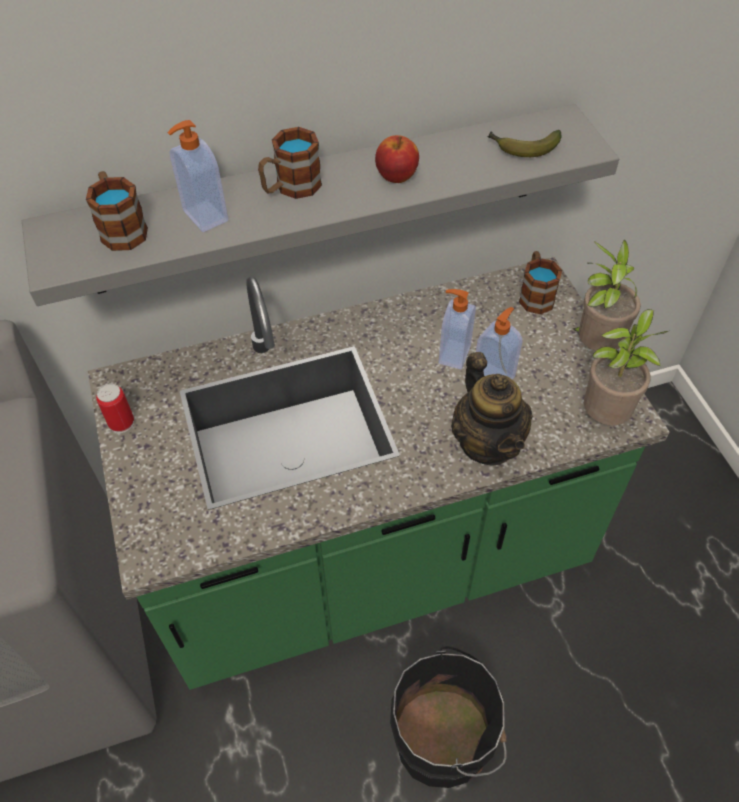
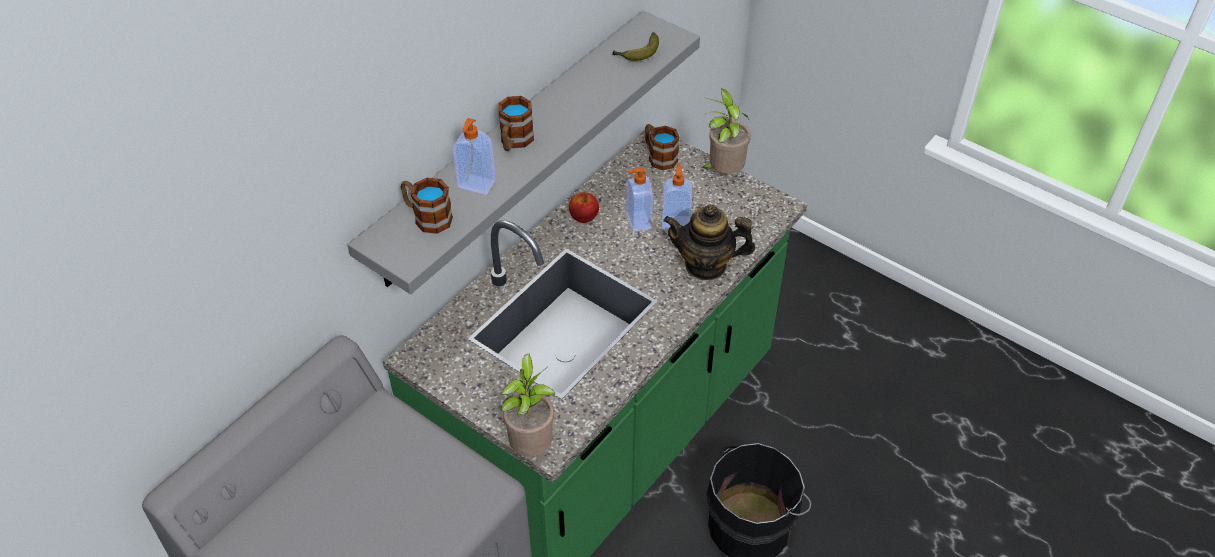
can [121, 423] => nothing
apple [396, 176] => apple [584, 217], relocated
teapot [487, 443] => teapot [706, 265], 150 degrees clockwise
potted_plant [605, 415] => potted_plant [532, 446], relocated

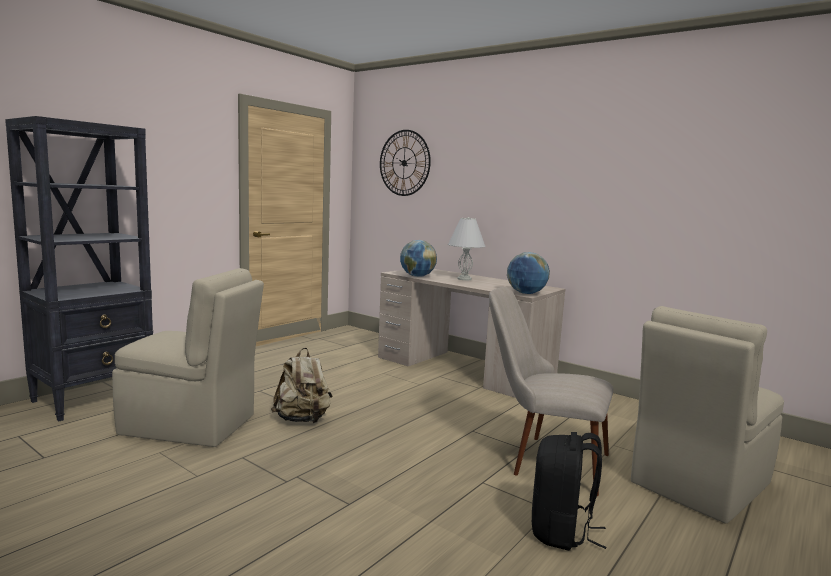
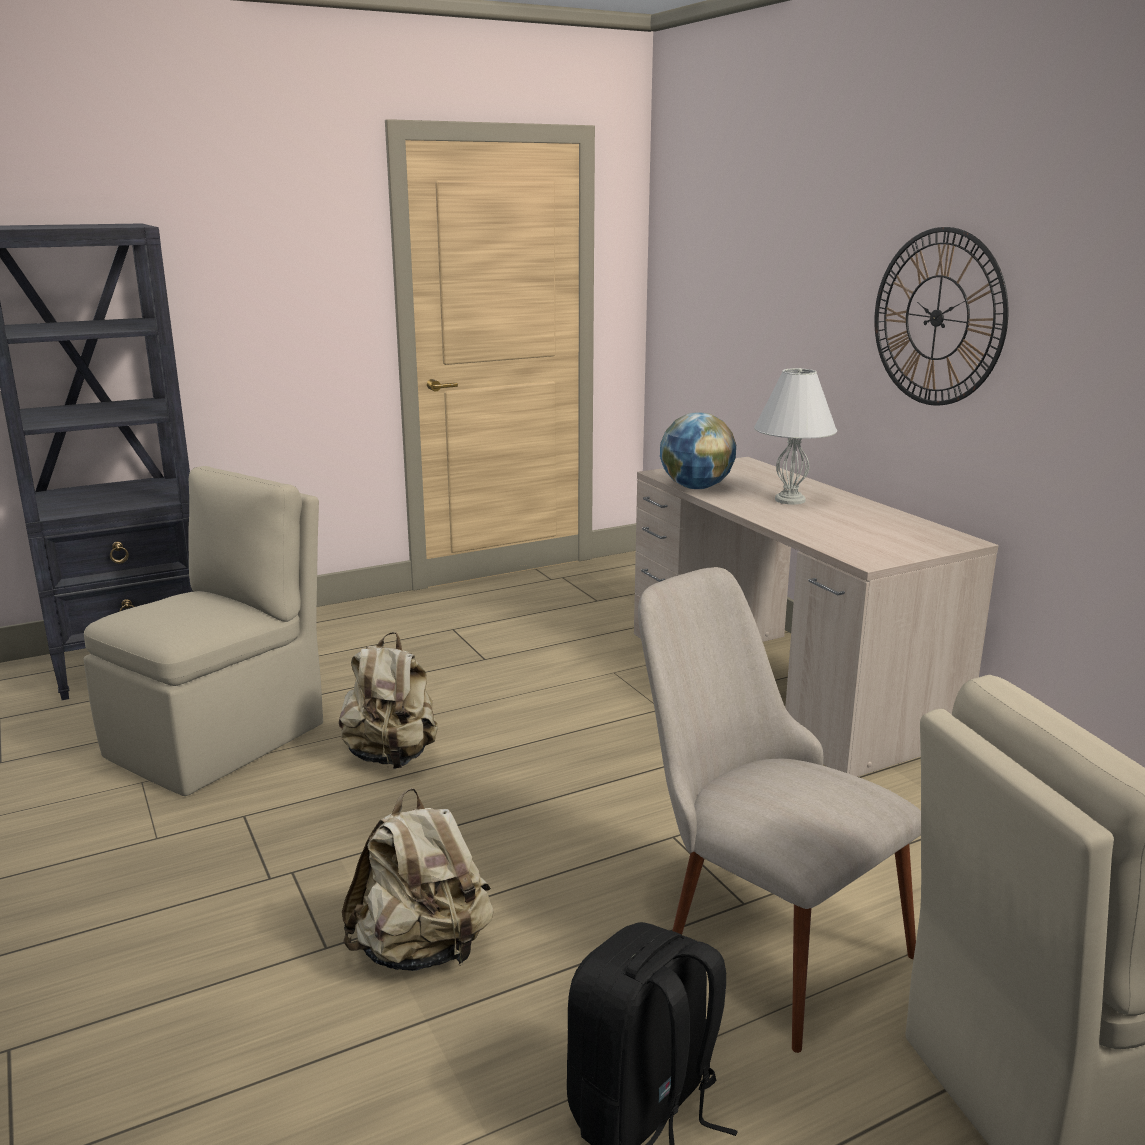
beige_chair [191, 425] => beige_chair [221, 738], 90 degrees counterclockwise
wall_clock [404, 163] => wall_clock [937, 318], relocated
globe [526, 293] => nothing
nothing => beige_backpack [422, 950]

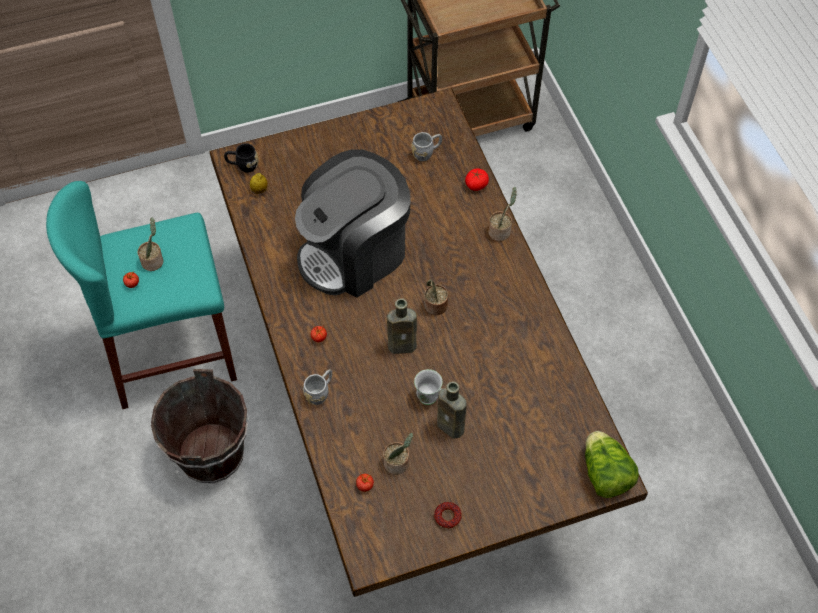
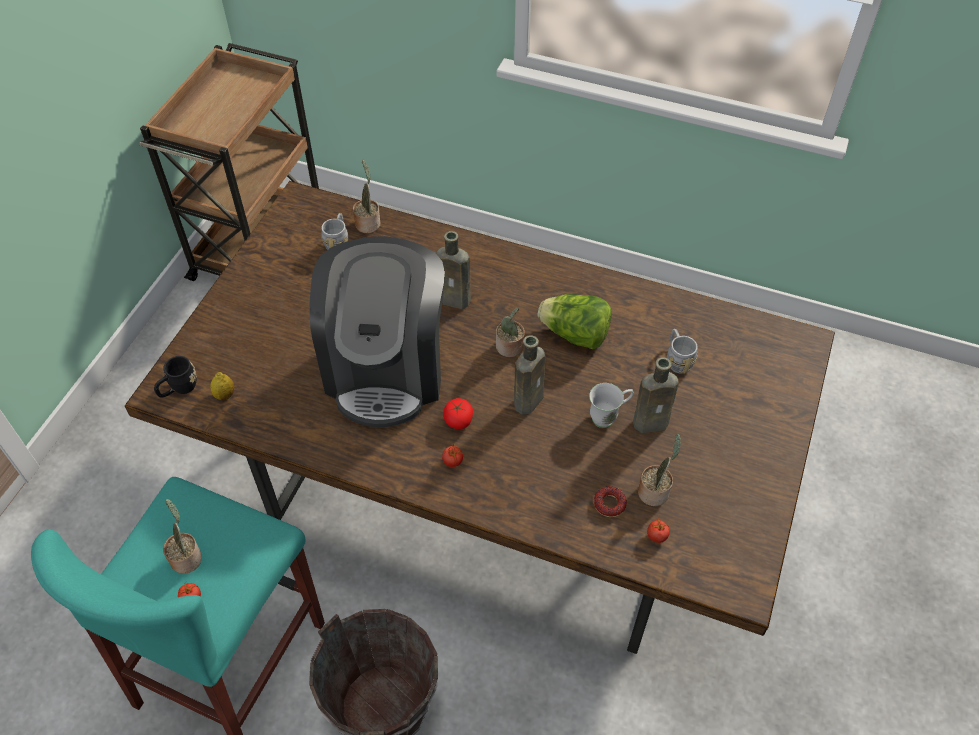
grey_mug [320, 392] => grey_mug [677, 359], relocated
donut [447, 516] => donut [609, 504], relocated
tomato [476, 185] => tomato [458, 420], relocated
potted_plant [500, 231] => potted_plant [368, 223], relocated
lettuce [604, 474] => lettuce [575, 335], relocated
nothing => brown_bottle [456, 300]

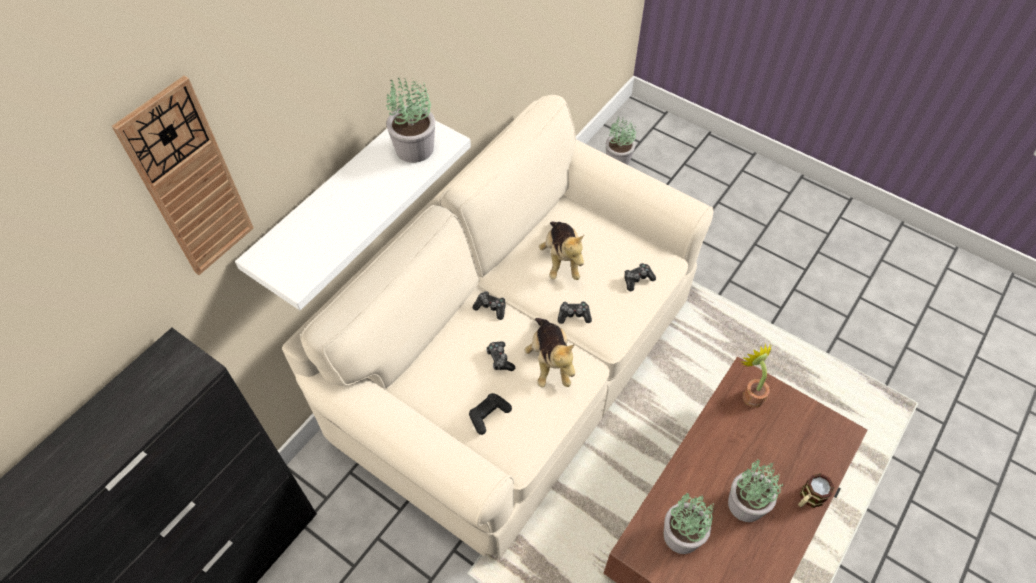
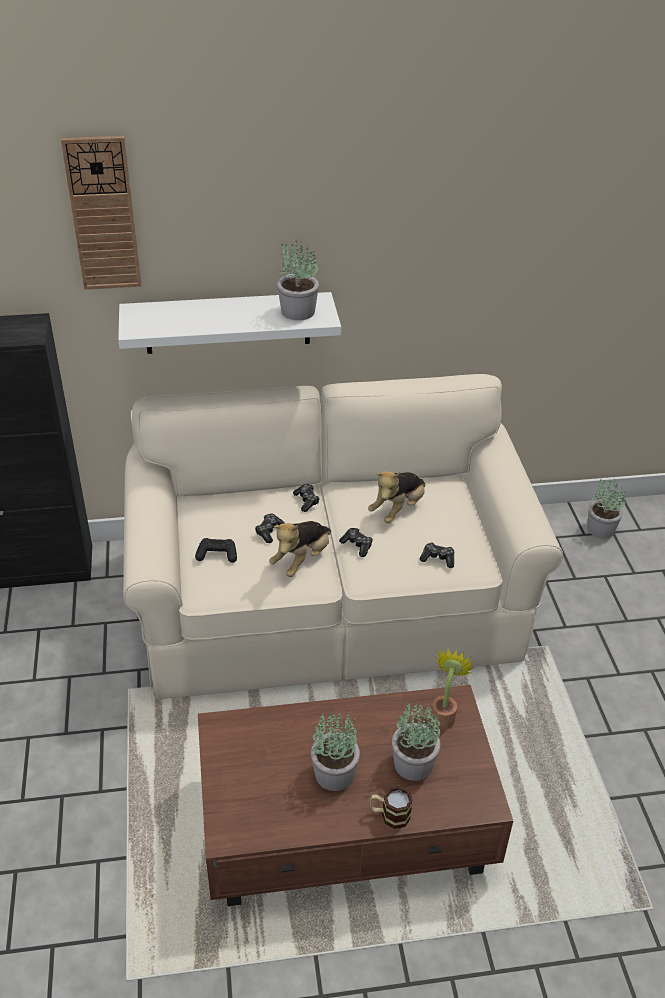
potted_plant [682, 536] => potted_plant [413, 765], relocated

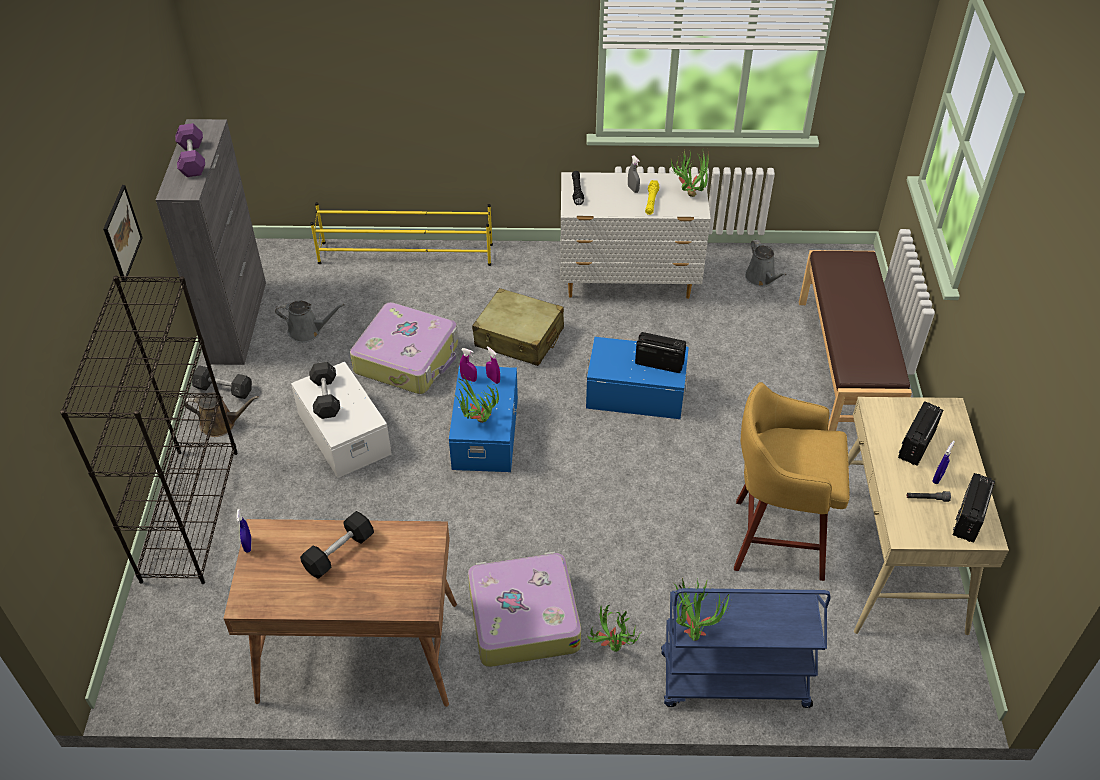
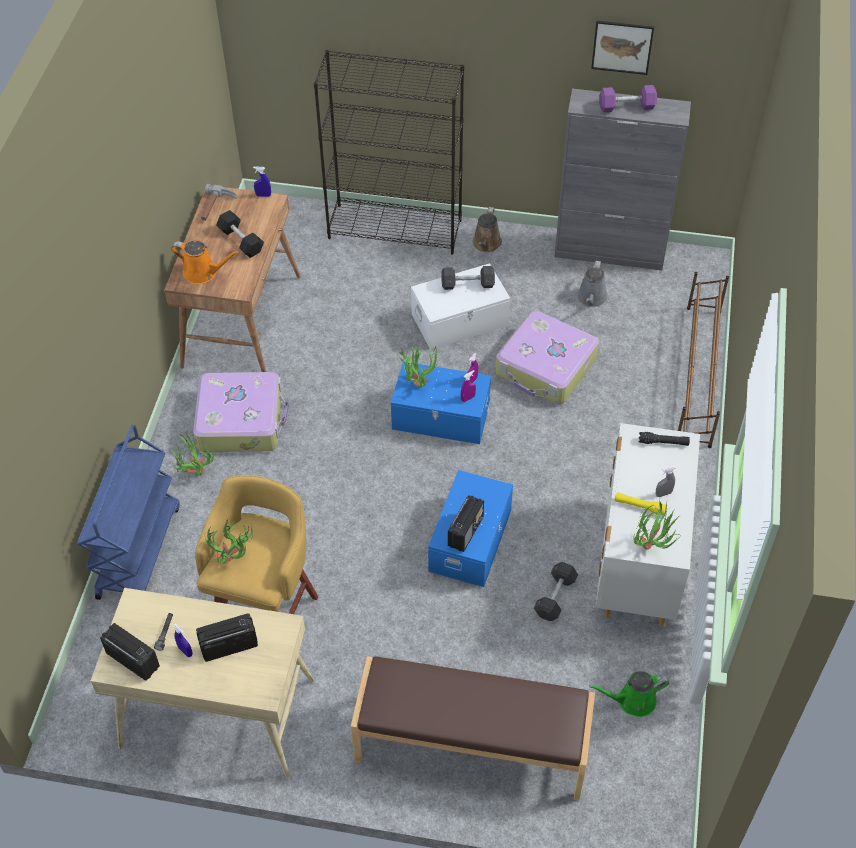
picture [122, 233] => picture [622, 47], relocated
grey_dumbbell [224, 389] => grey_dumbbell [555, 597], relocated
yellow_shoe_rack [406, 254] => brown_shoe_rack [698, 375]
beige_suitcase [519, 337] => nothing
potted_plant [693, 628] => potted_plant [234, 560], relocated
grey_watering_can [761, 278] => green_watering_can [632, 700]
radio [916, 445] => radio [228, 646], 60 degrees counterclockwise
nothing => orange_watering_can [203, 272]
nothing => hammer [217, 207]

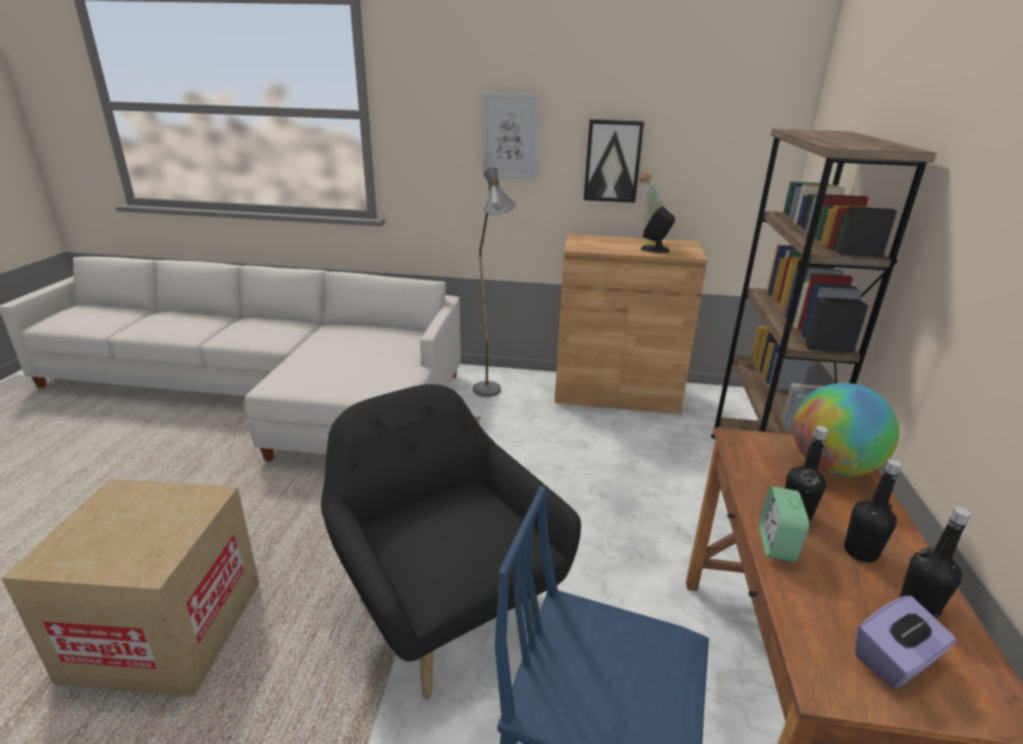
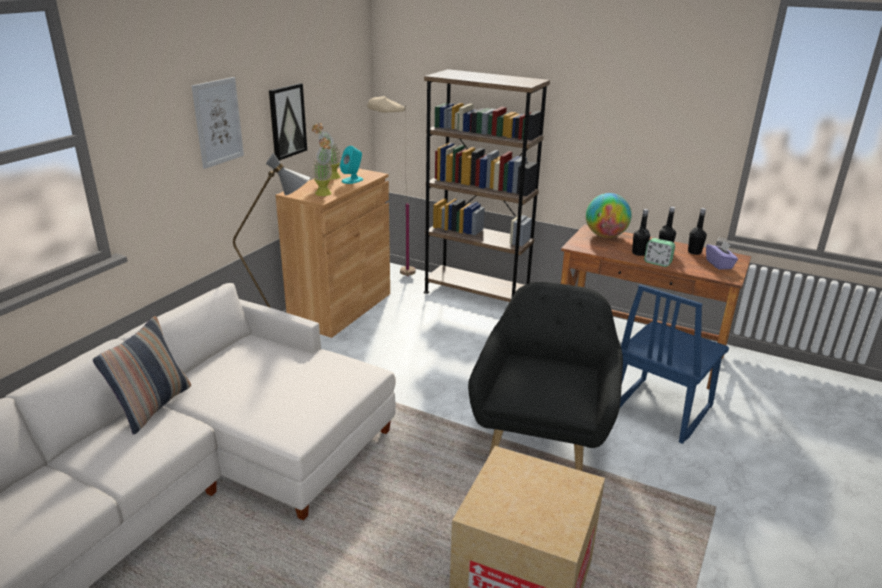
black_armchair [446, 605] => black_armchair [543, 436], 120 degrees clockwise
black_speaker [655, 249] => turquoise_speaker [352, 180]
nothing => pillow [153, 407]
nothing => potted_plant [325, 194]
nothing => beige_floor_lamp [394, 277]

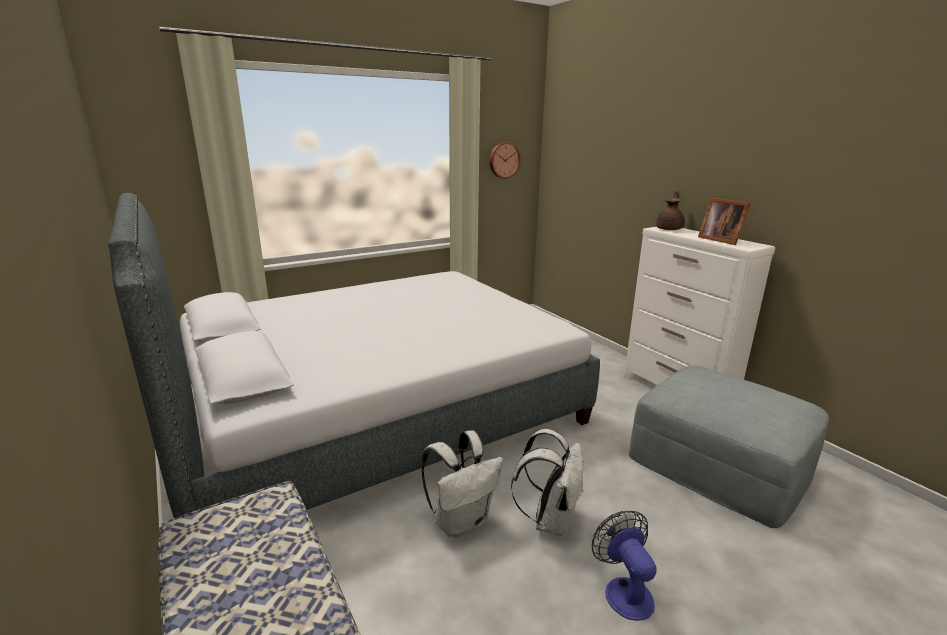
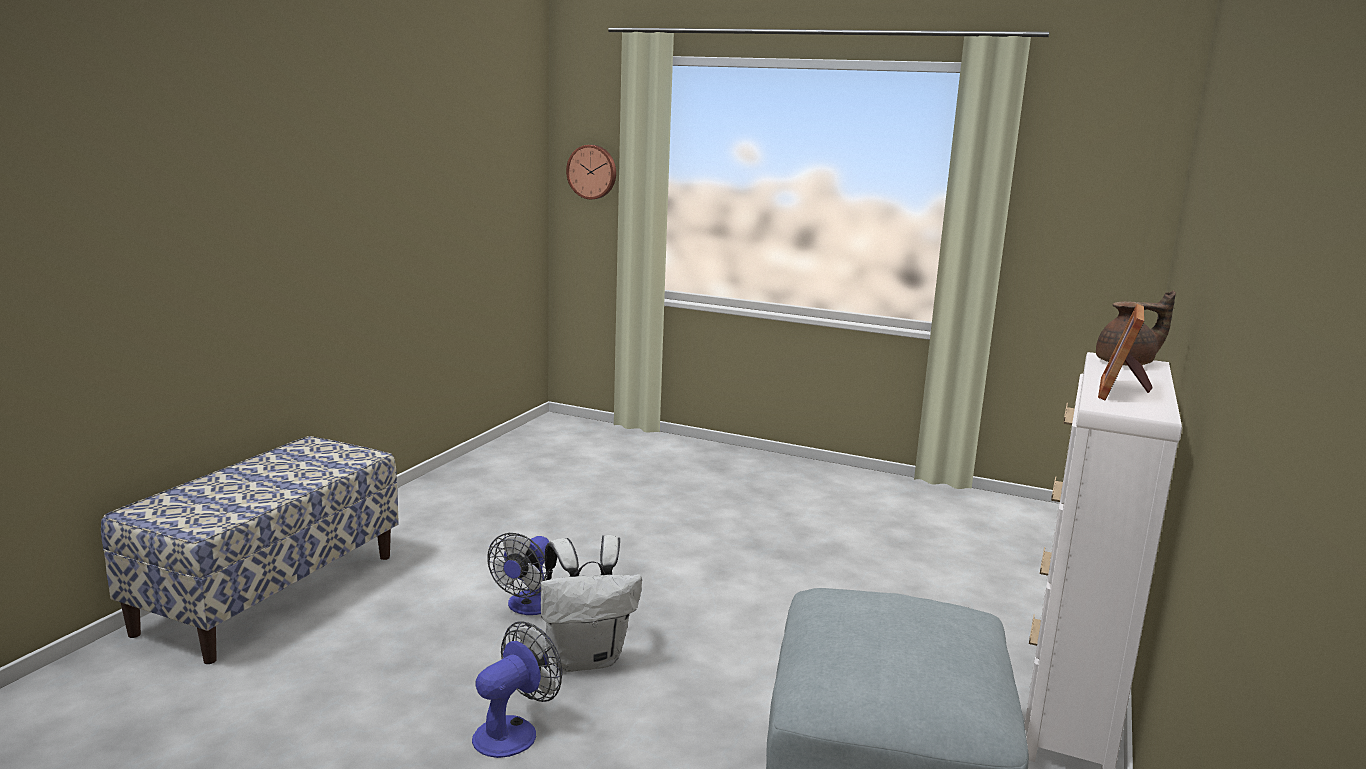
grey_bed [375, 414] => nothing
white_backpack [461, 521] => fan [528, 607]
wall_clock [503, 160] => wall_clock [592, 172], relocated

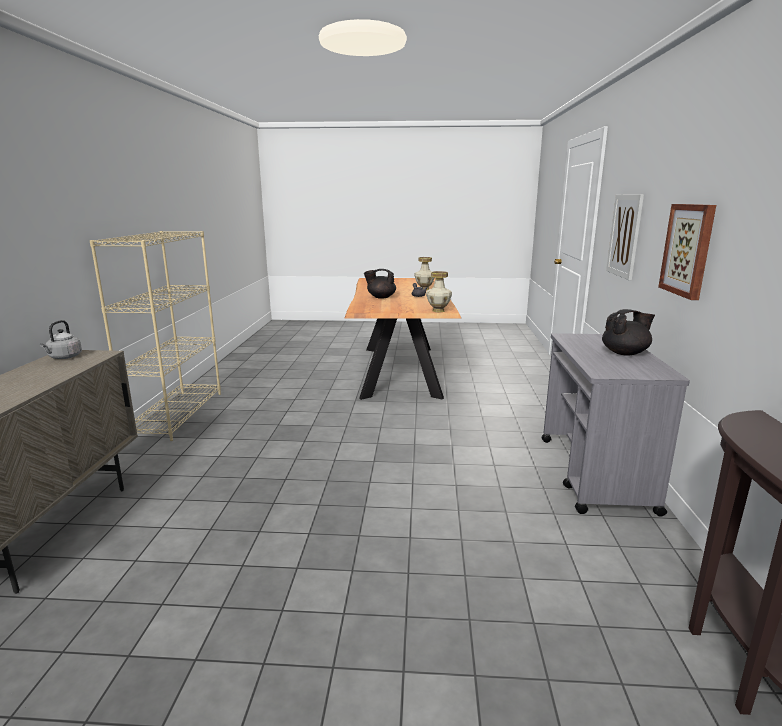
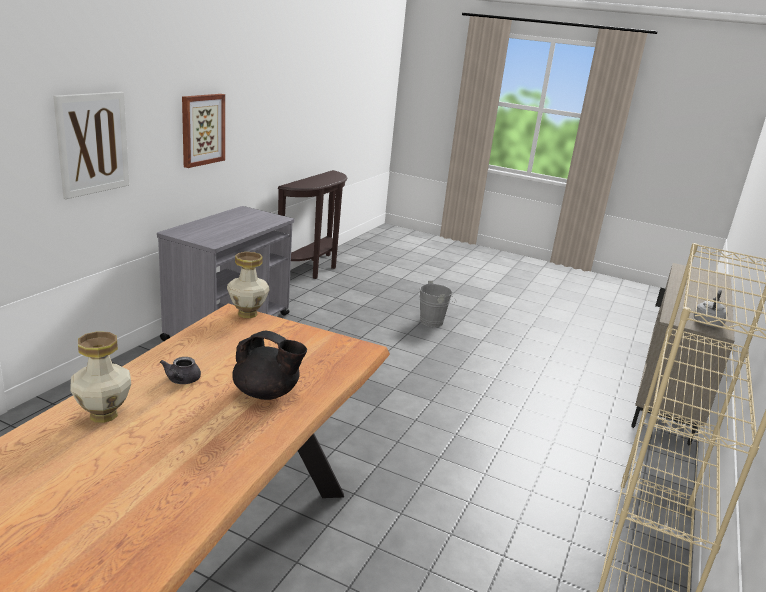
black_teapot [625, 353] => nothing
nothing => grey_bucket [434, 322]

